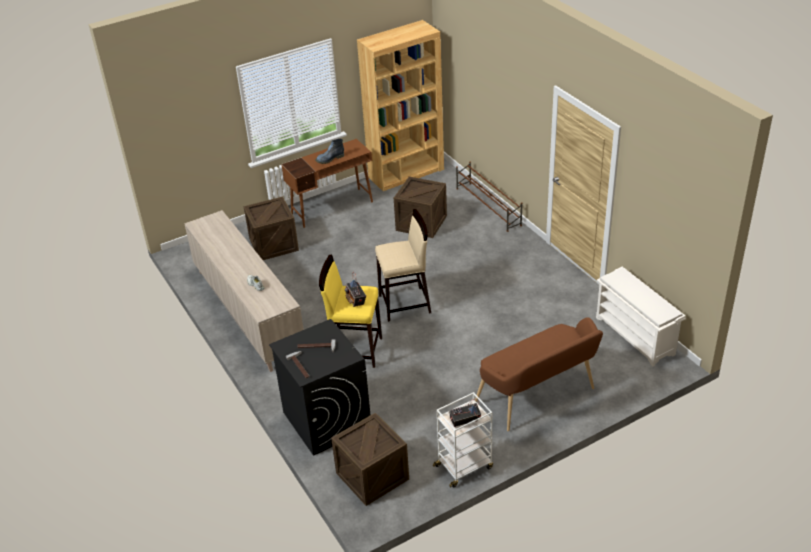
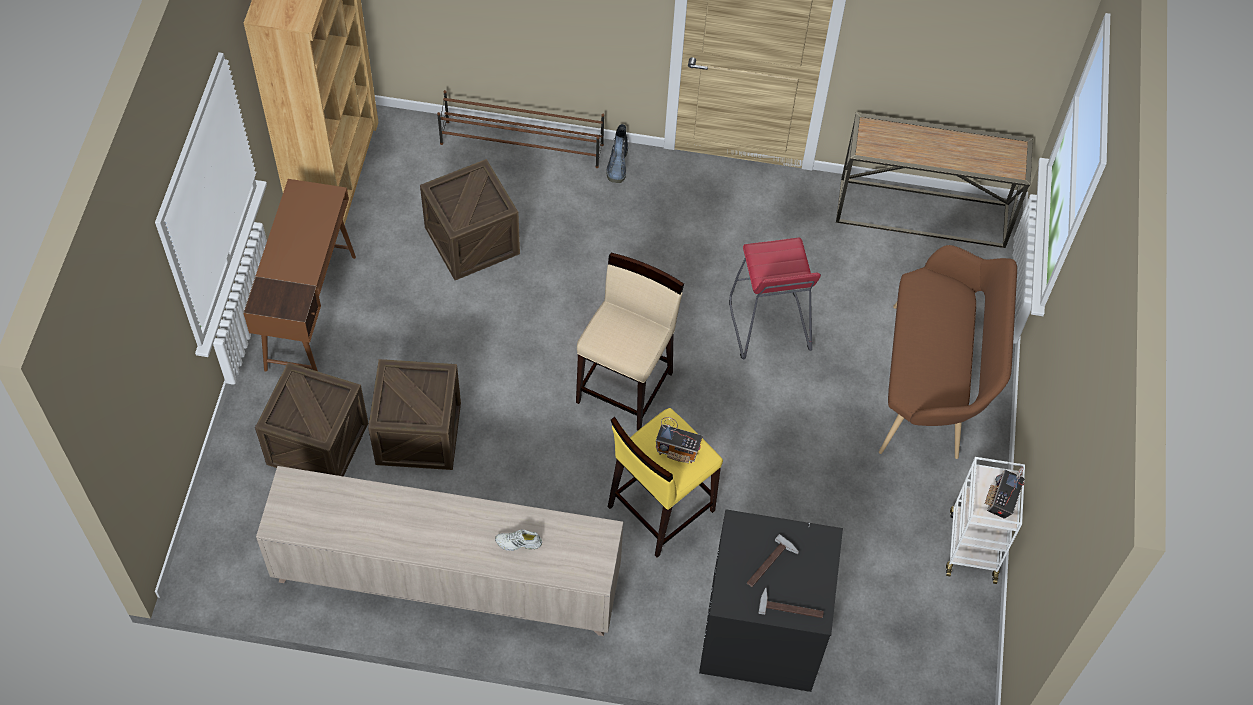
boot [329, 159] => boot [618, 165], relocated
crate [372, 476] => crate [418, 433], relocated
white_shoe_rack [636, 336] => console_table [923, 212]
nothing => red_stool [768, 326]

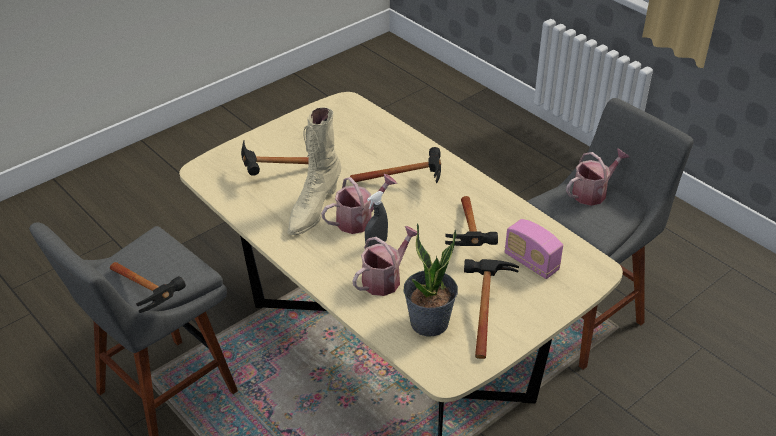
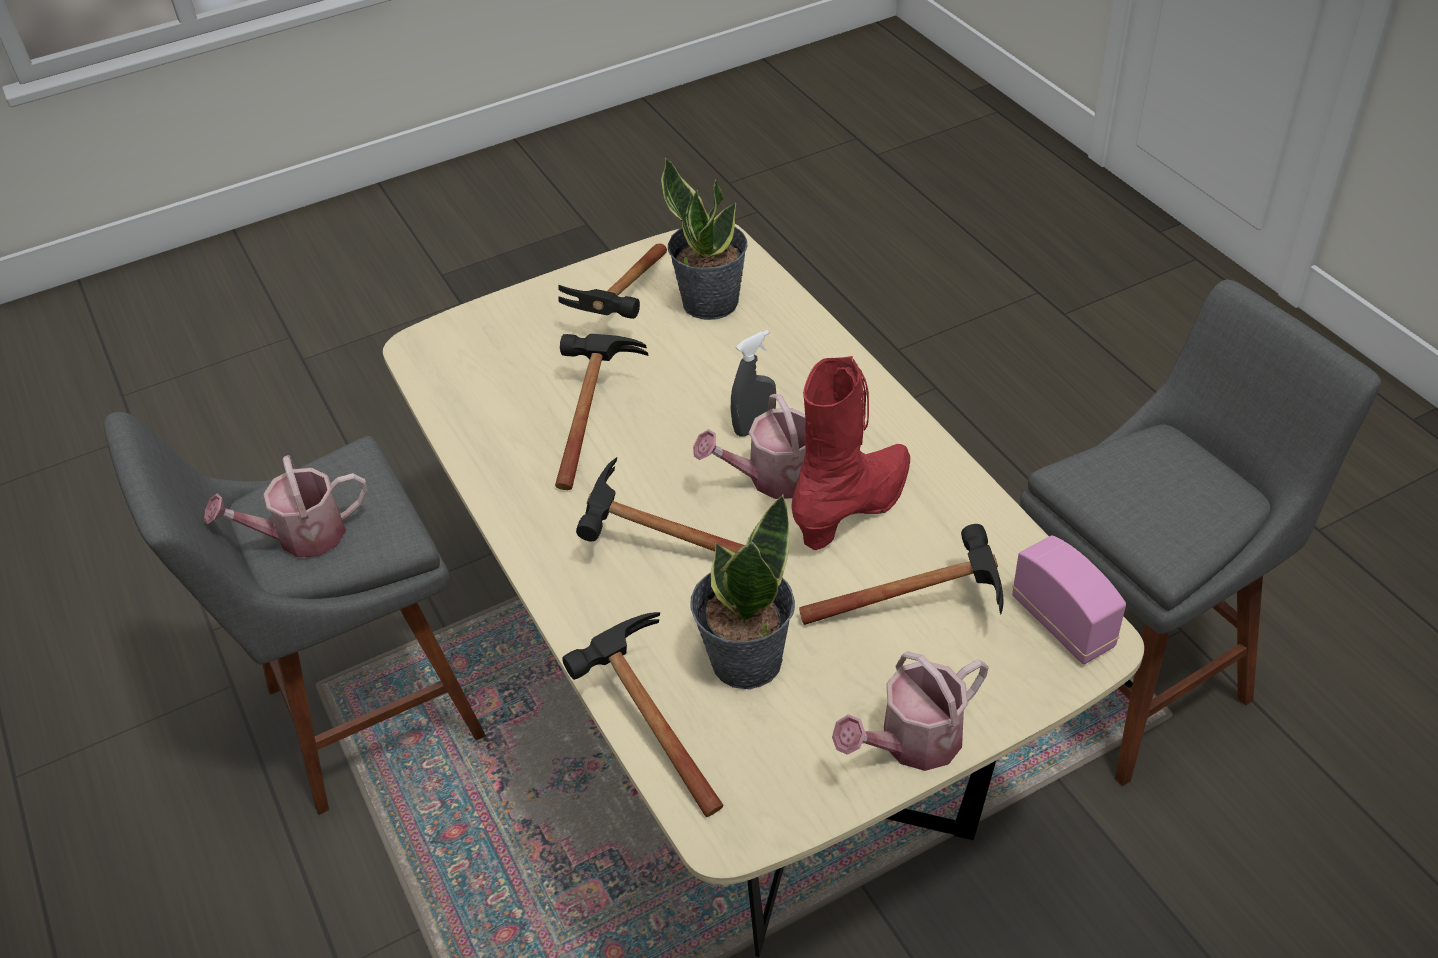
hammer [150, 299] => hammer [643, 720], relocated
beige_boot [313, 210] => red_boot [855, 509]
watering_can [385, 279] => watering_can [911, 743], relocated
radio [531, 262] => radio [1062, 623], relocated
nothing => potted_plant [744, 660]

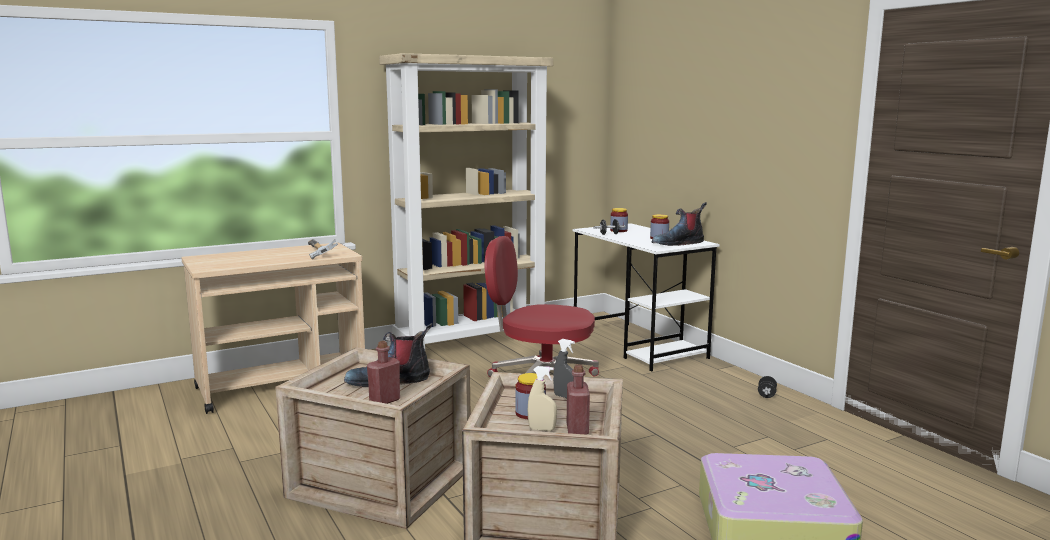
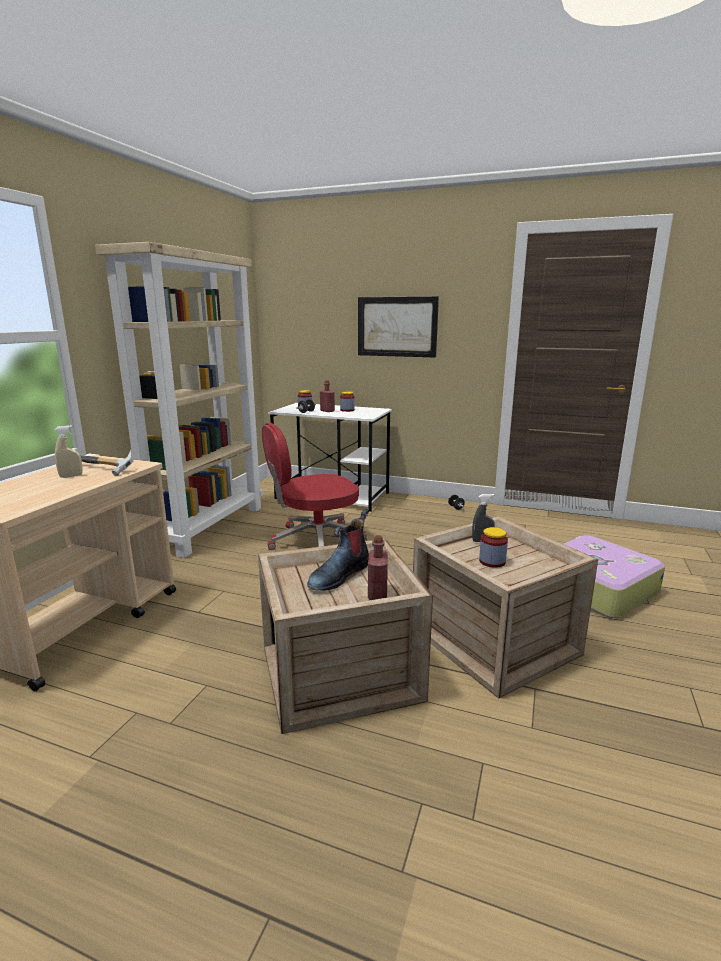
beige_spray_bottle [542, 429] => beige_spray_bottle [71, 476], relocated
red_bottle [577, 430] => red_bottle [327, 411], relocated
boot [678, 243] => nothing
nothing => picture [397, 327]

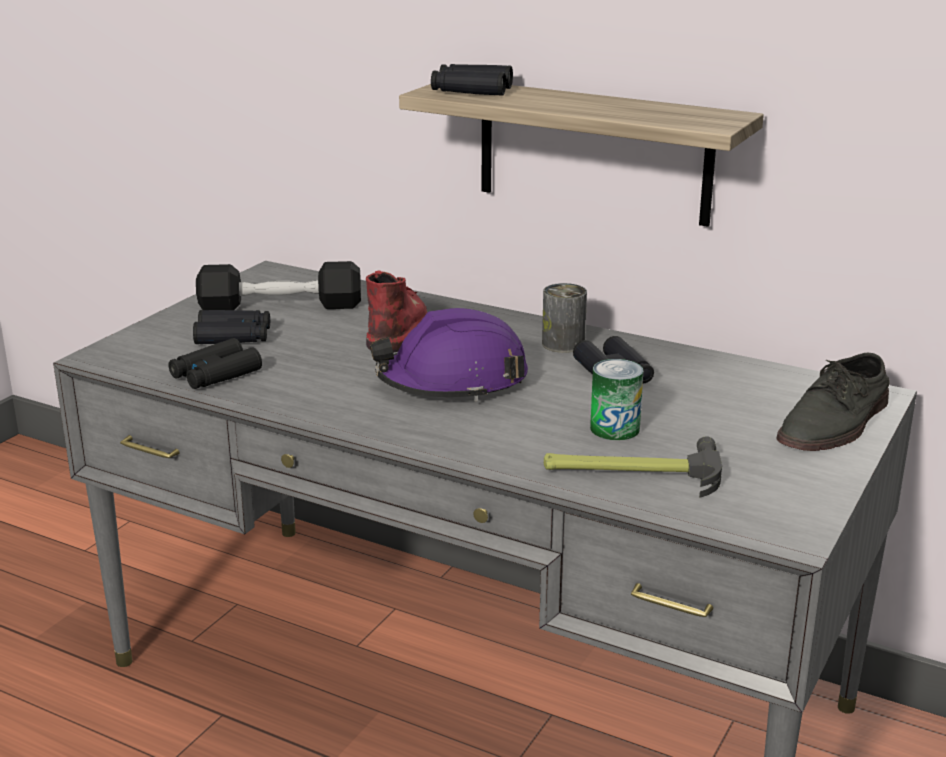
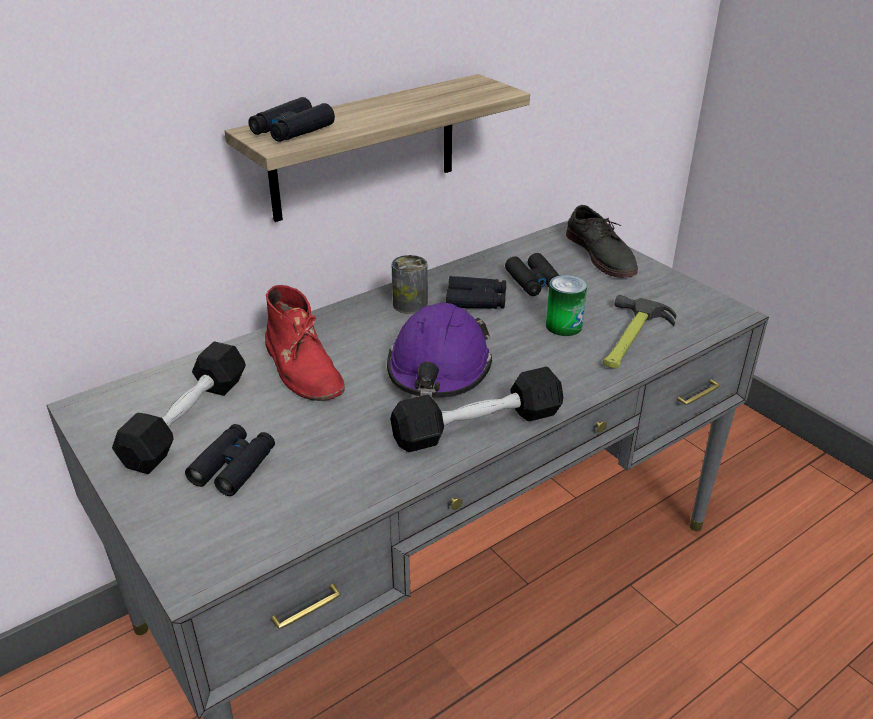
black_binoculars [215, 374] => black_binoculars [534, 282], relocated
red_boot [396, 326] => red_boot [303, 368], 150 degrees counterclockwise
nothing => black_dumbbell [478, 426]

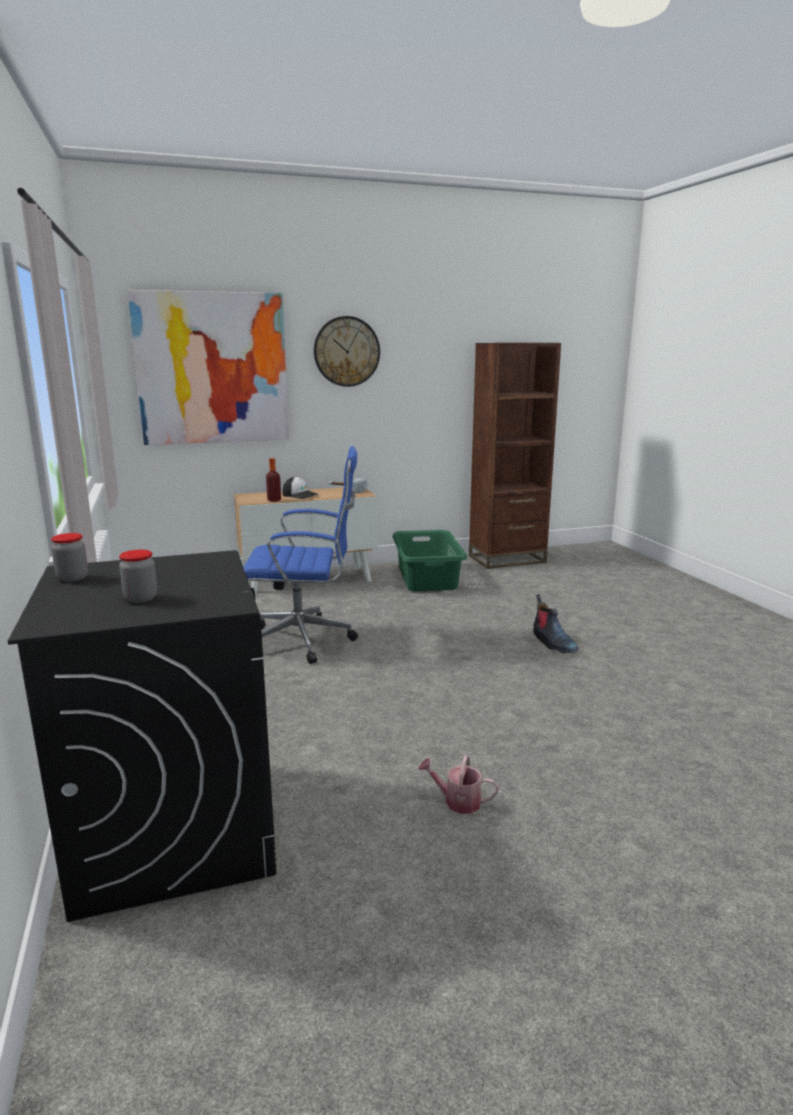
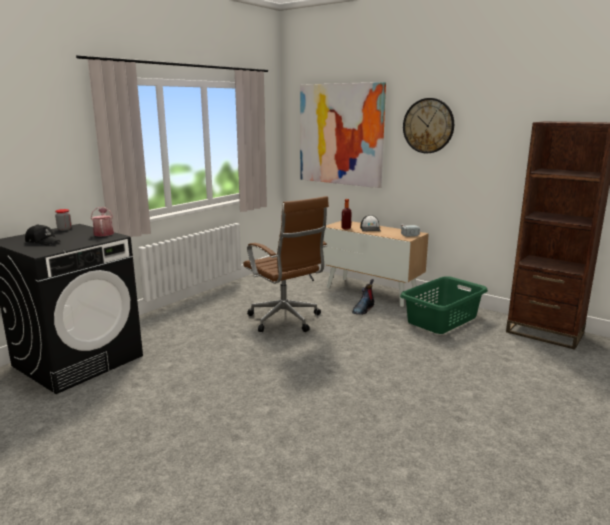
jar [141, 598] => black_cap [43, 241]
blue_office_chair [305, 641] => brown_office_chair [286, 320]
watering_can [457, 801] => watering_can [104, 233], relocated
boot [552, 643] => boot [363, 309], relocated

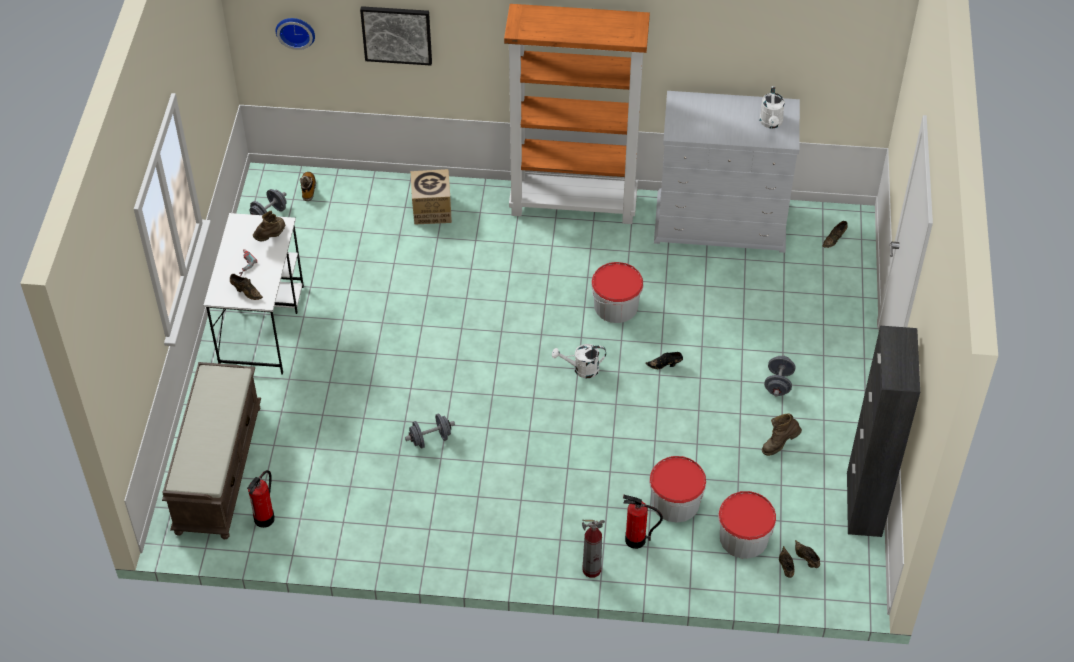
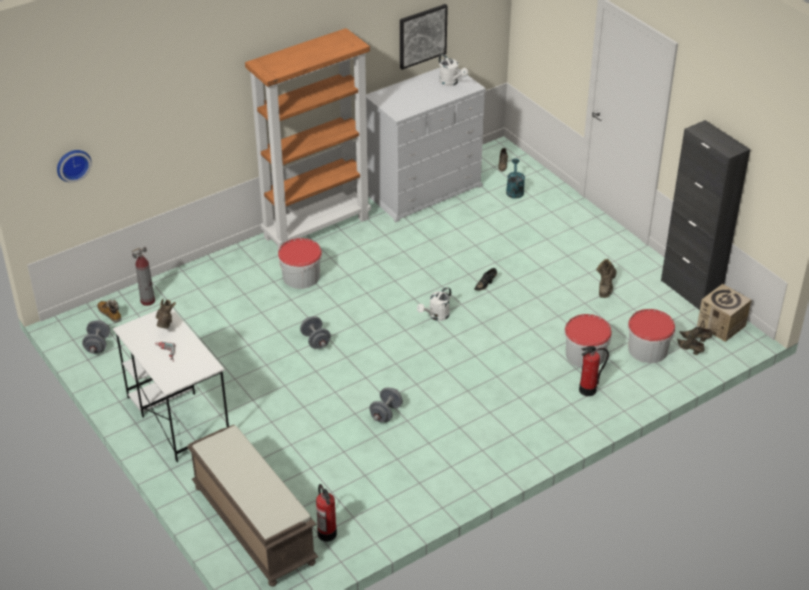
brown_shoe [246, 292] => nothing
picture [397, 34] => picture [422, 36], relocated
cardboard_box [432, 210] => cardboard_box [721, 325], relocated
fire_extinguisher [592, 569] => fire_extinguisher [148, 301], relocated
bucket [616, 306] => bucket [301, 276], relocated
grey_dumbbell [778, 384] => grey_dumbbell [315, 341], relocated
nothing => turquoise_watering_can [514, 190]

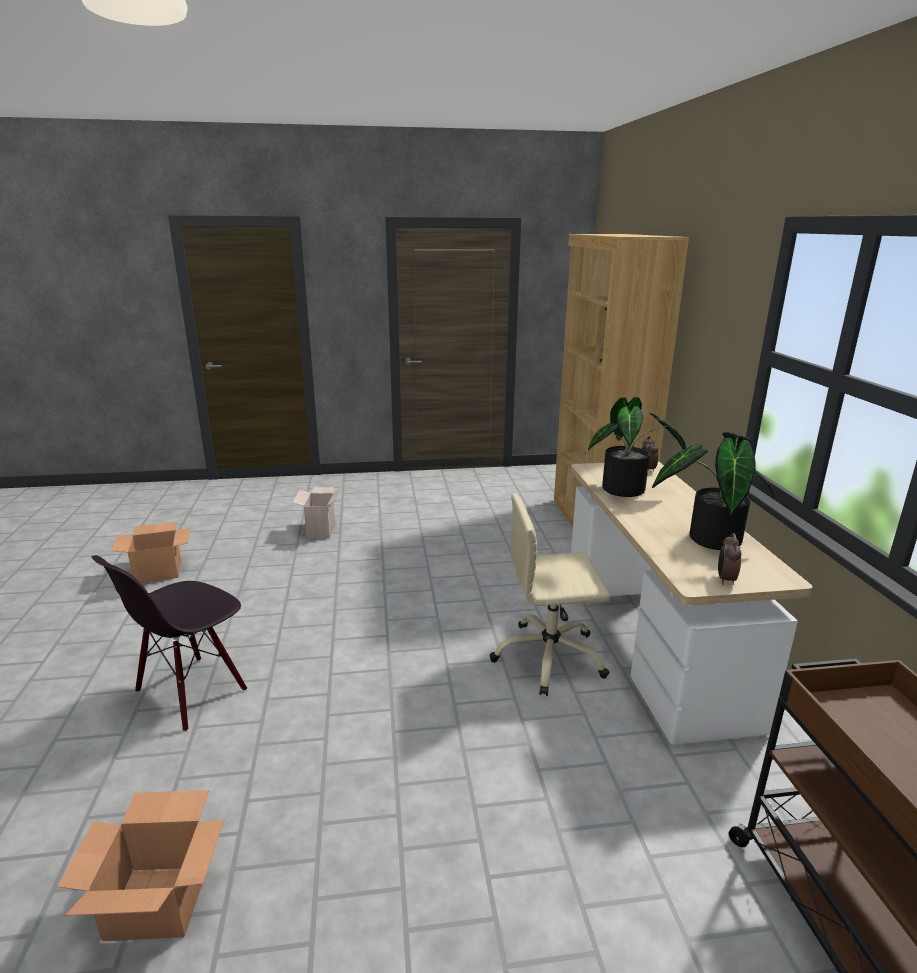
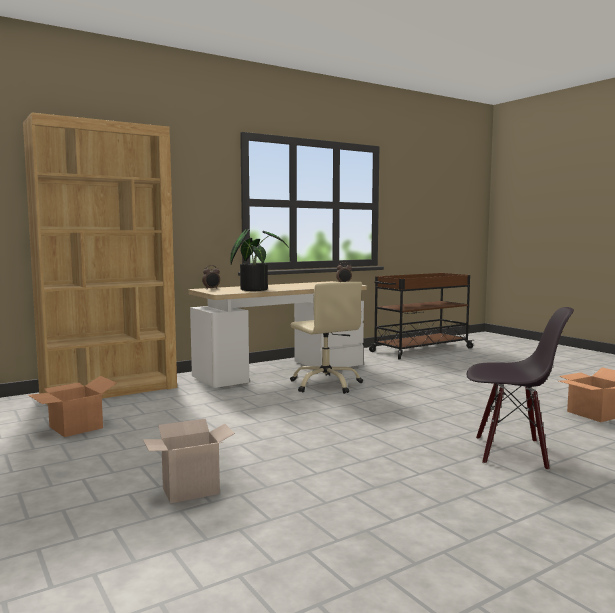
cardboard_box [157, 572] => cardboard_box [76, 427], relocated
potted_plant [709, 537] => nothing

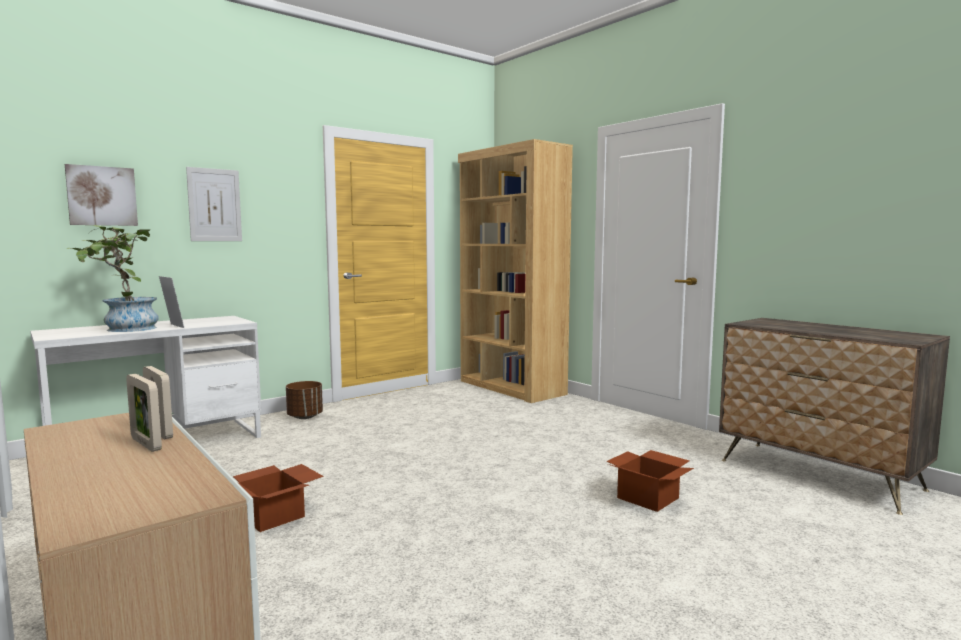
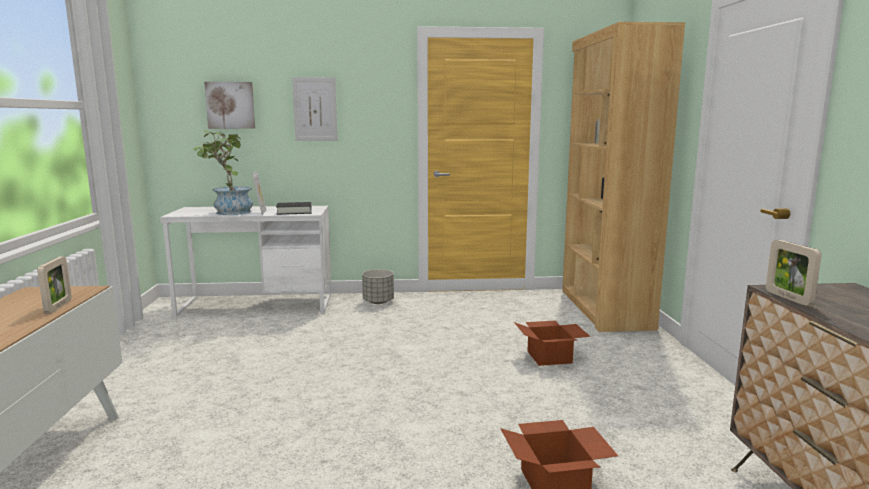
picture_frame [146, 444] => picture_frame [788, 298], relocated
cardboard_box [274, 516] => cardboard_box [550, 357], relocated
brown_planter [305, 417] => grey_planter [378, 302]
nothing => black_book [294, 212]

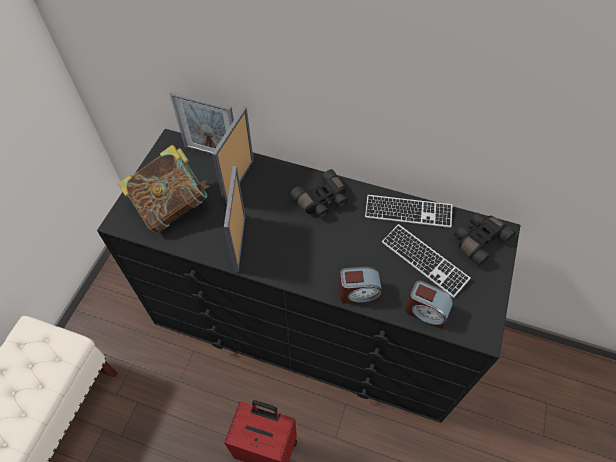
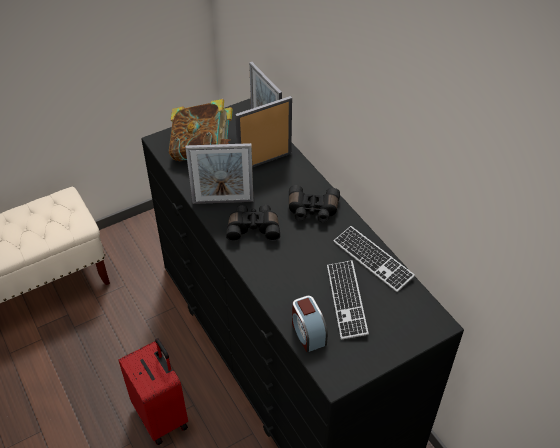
picture_frame [240, 243] => picture_frame [223, 201], 135 degrees counterclockwise
alarm_clock [358, 293] => nothing
black_binoculars [478, 240] => black_binoculars [253, 228], relocated

